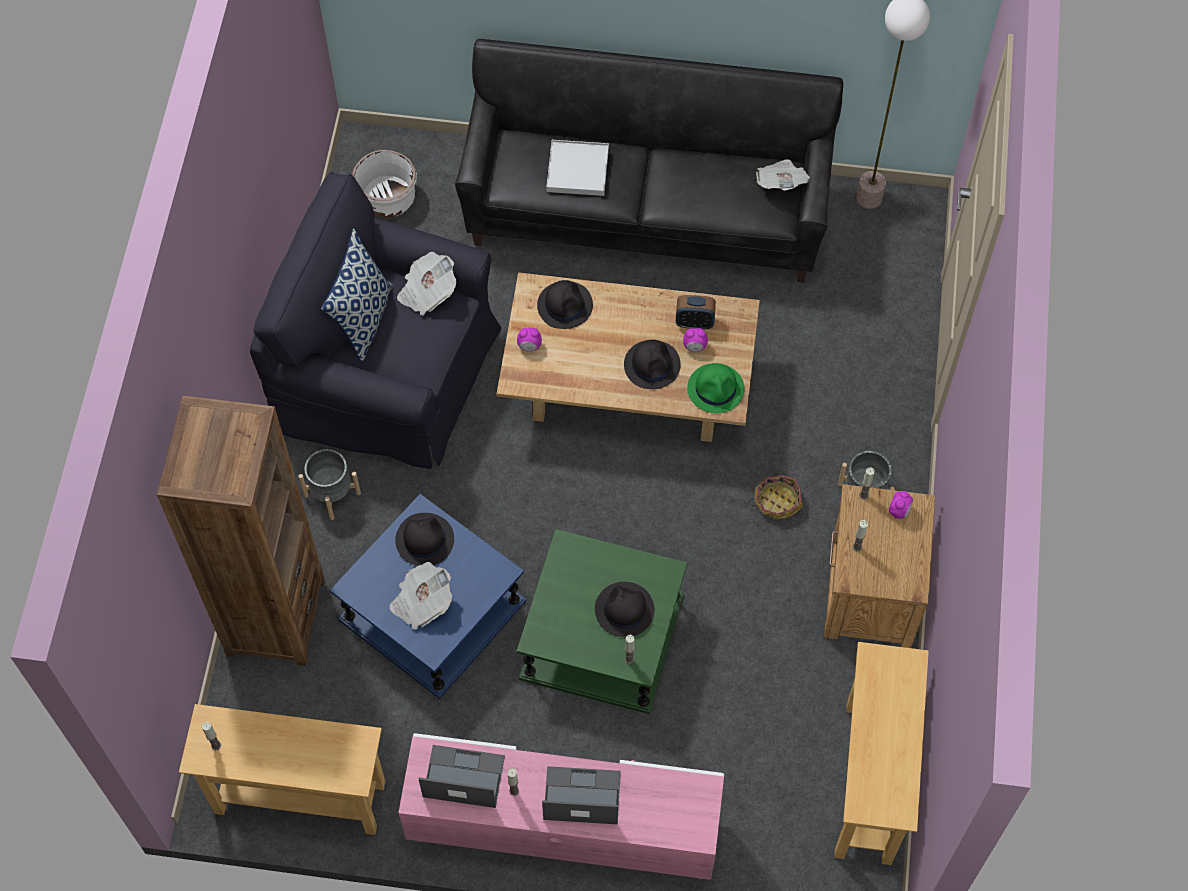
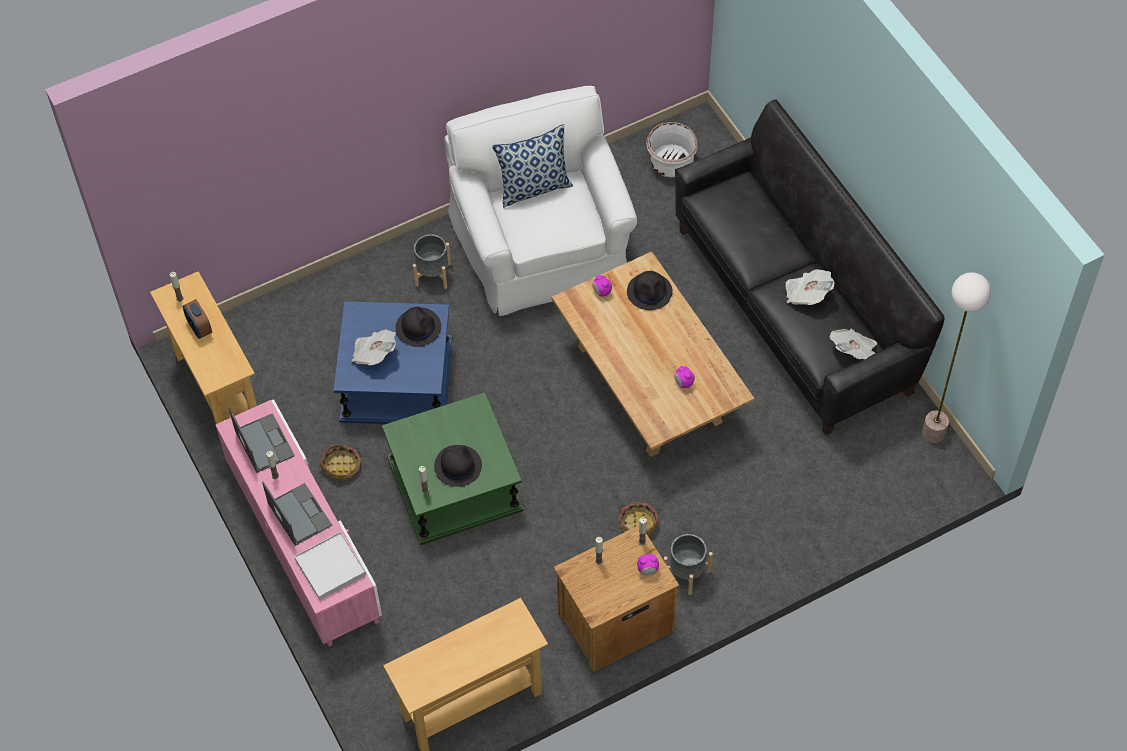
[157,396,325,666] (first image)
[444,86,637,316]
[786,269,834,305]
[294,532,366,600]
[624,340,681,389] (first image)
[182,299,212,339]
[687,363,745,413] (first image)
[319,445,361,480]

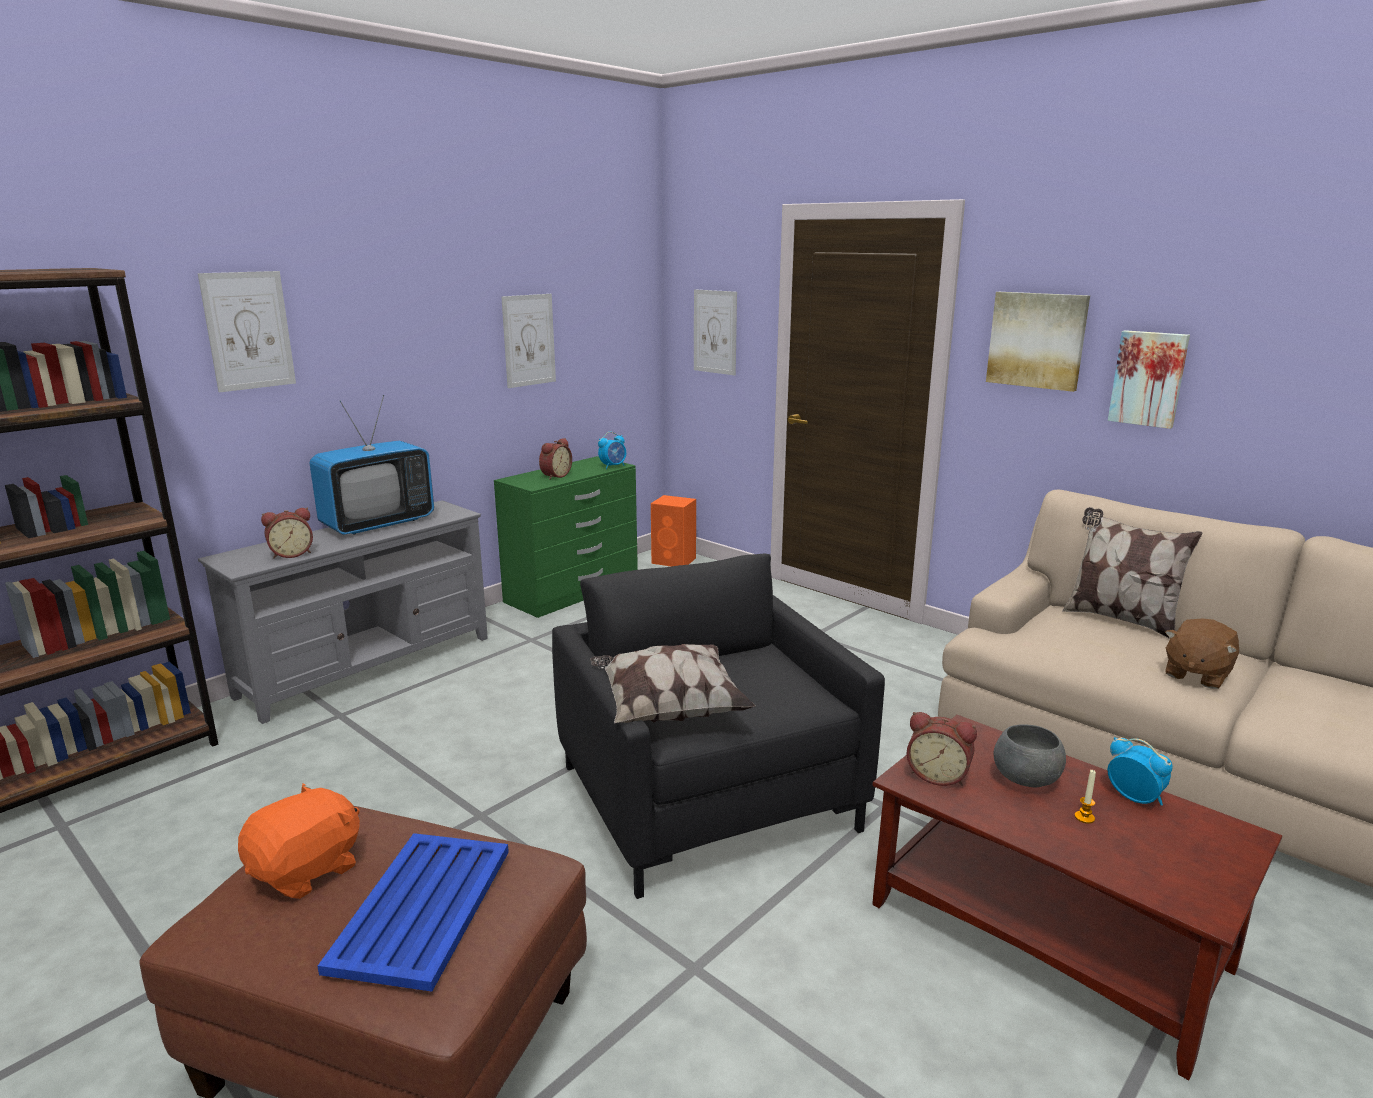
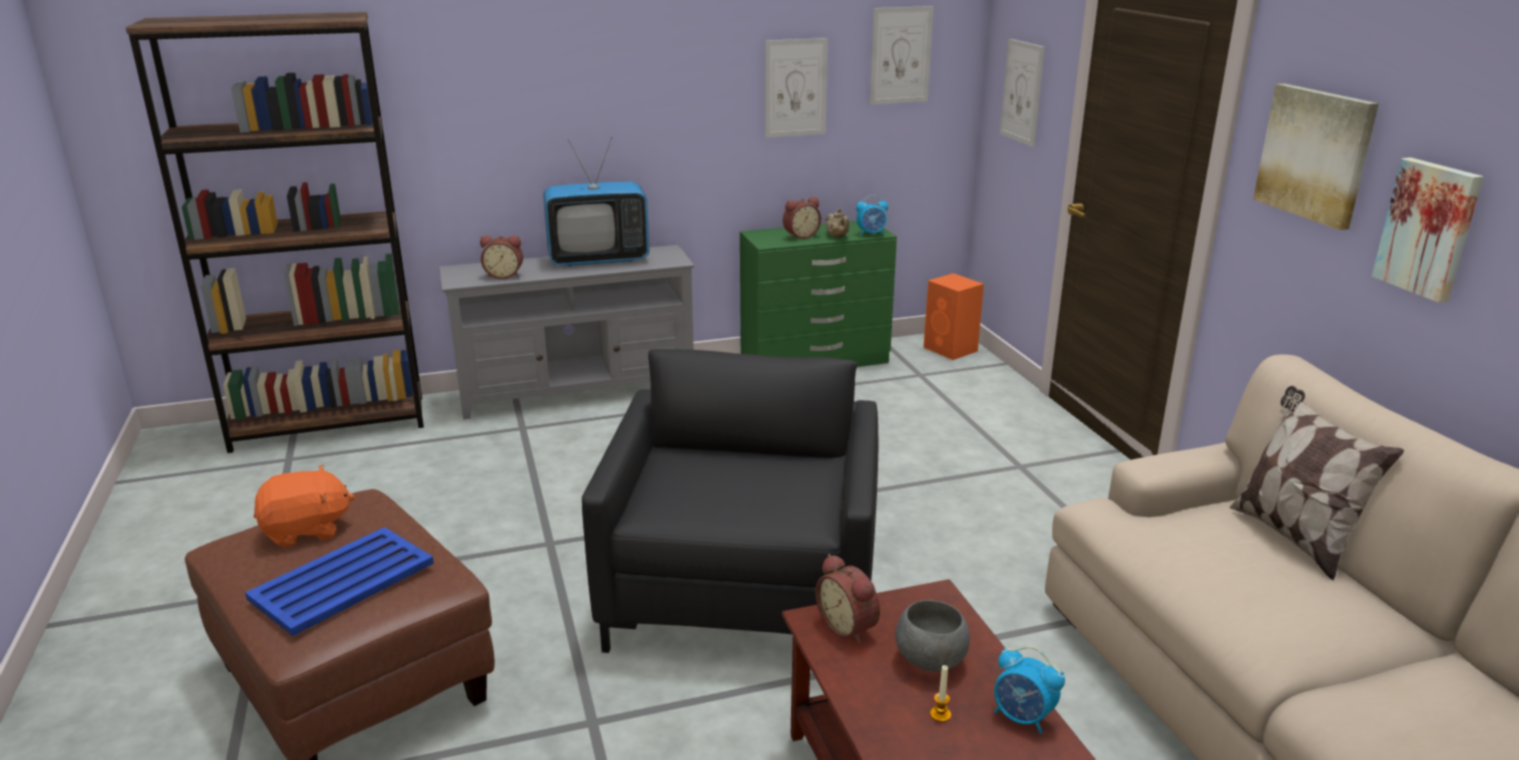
[870,6,934,105]
[590,644,755,723] (first image)
[994,646,1065,734]
[1165,619,1239,689] (first image)
[826,209,849,238]

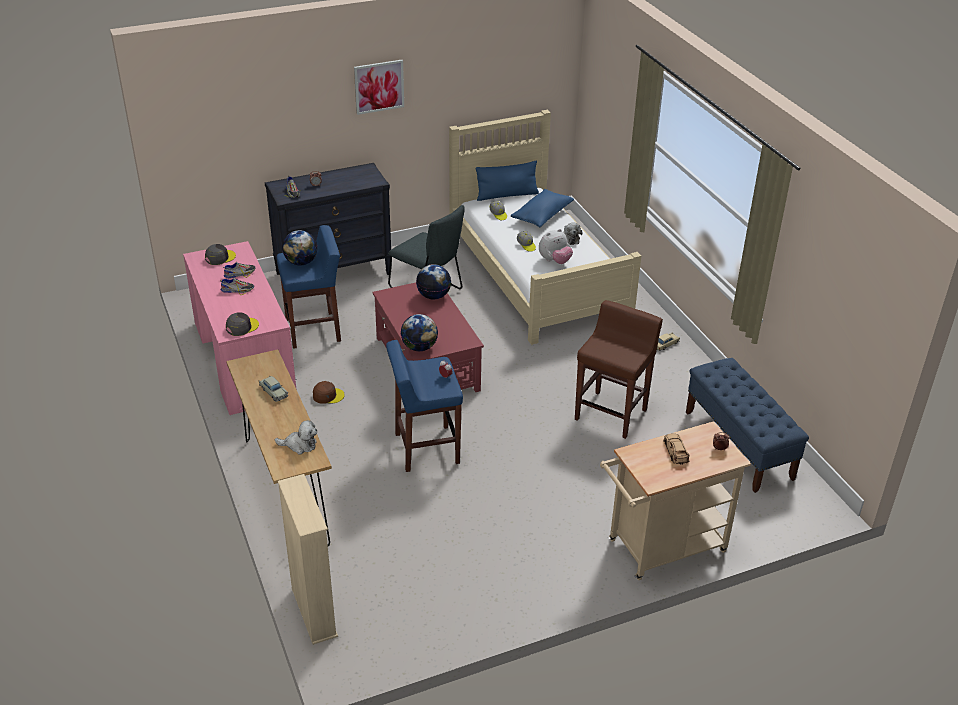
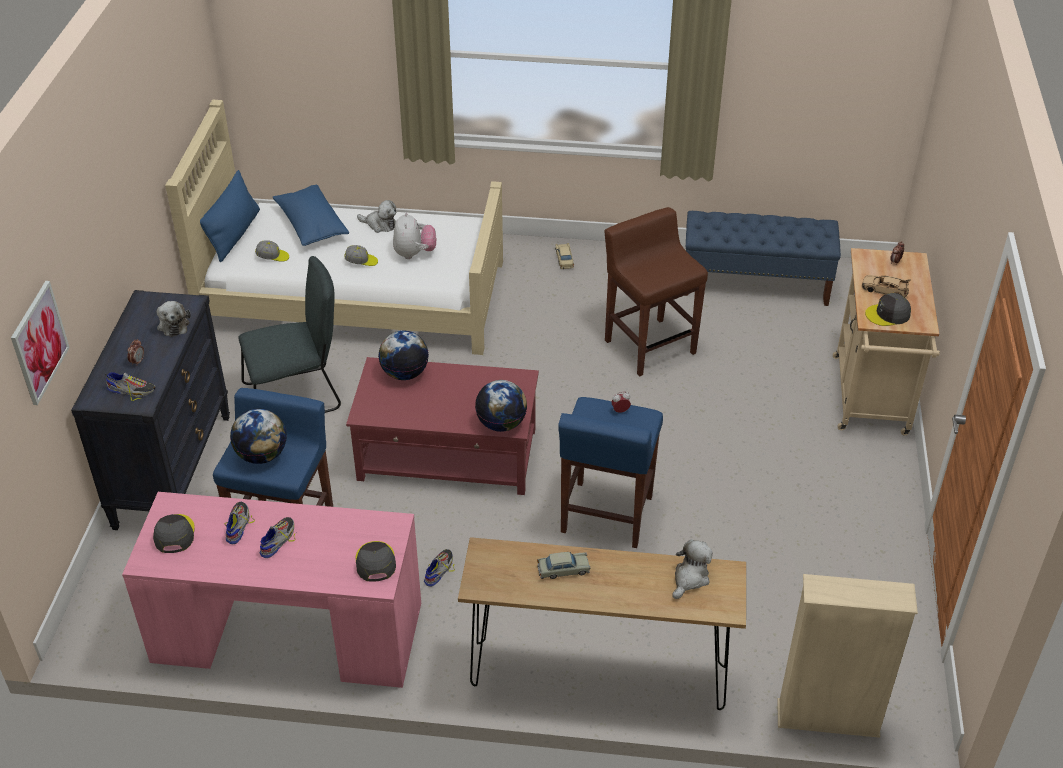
[424,549,455,587]
[11,281,70,405]
[157,301,191,337]
[865,293,911,326]

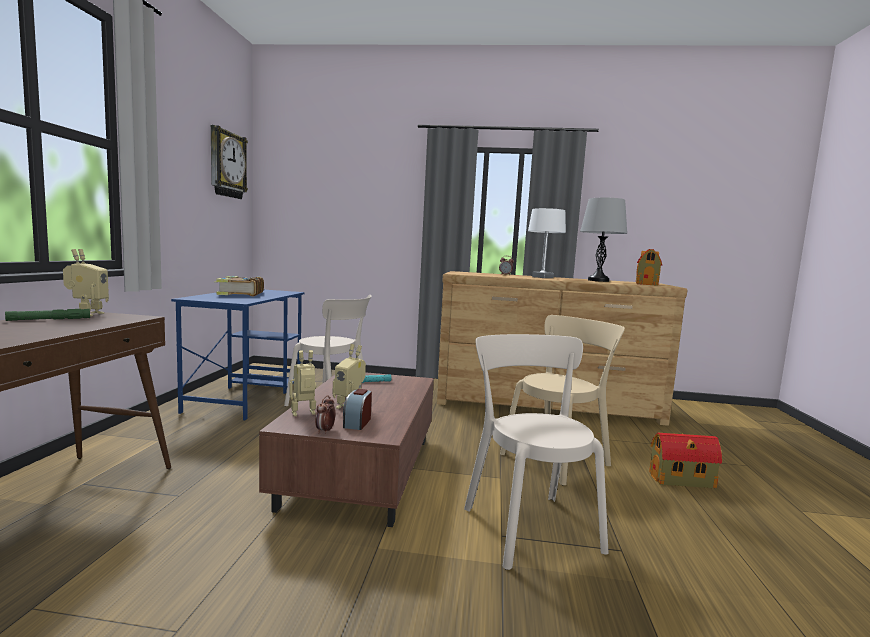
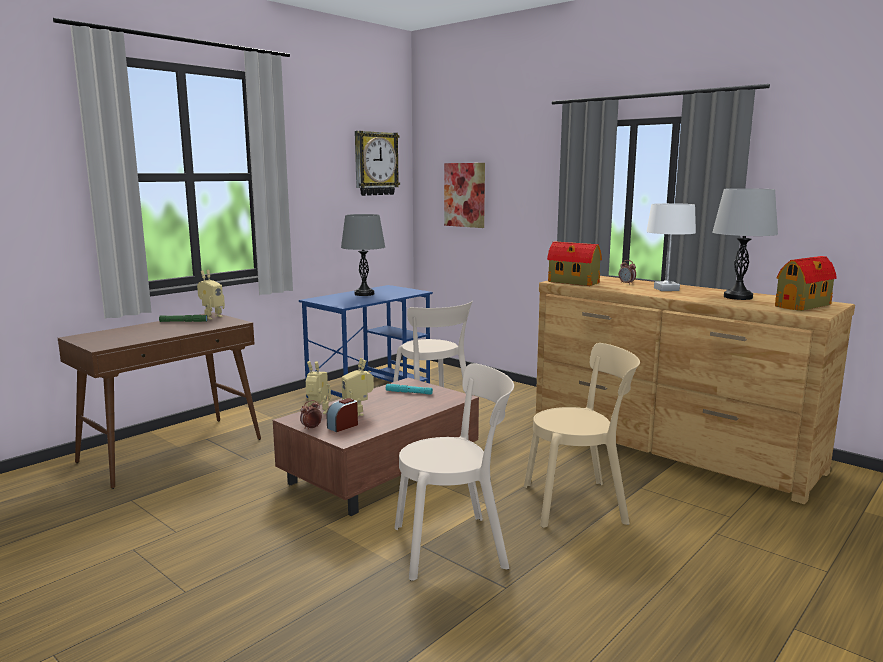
[341,214,385,296]
[395,363,514,581]
[547,242,602,286]
[444,163,485,228]

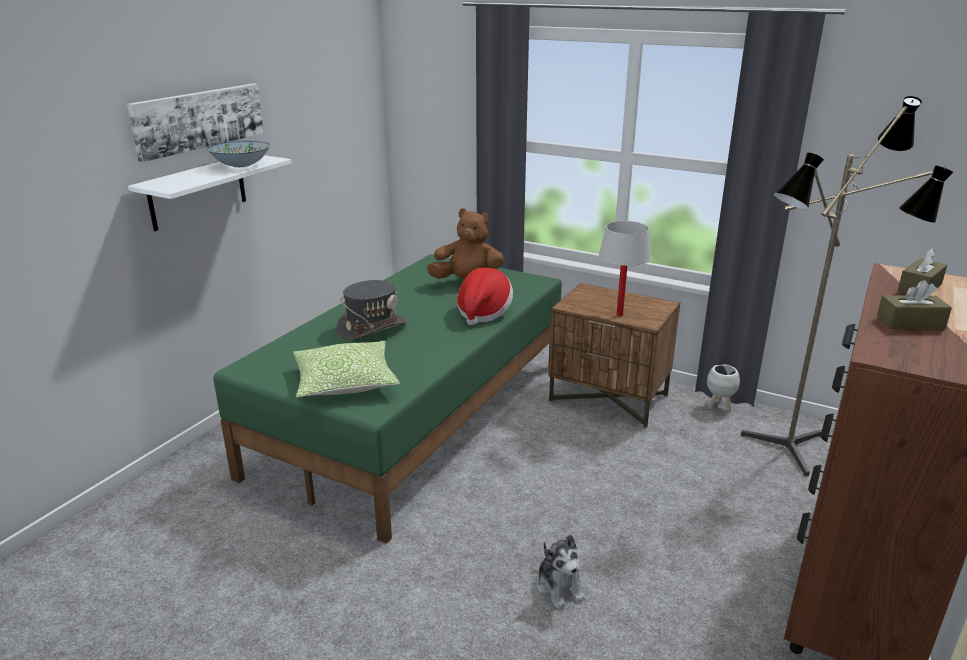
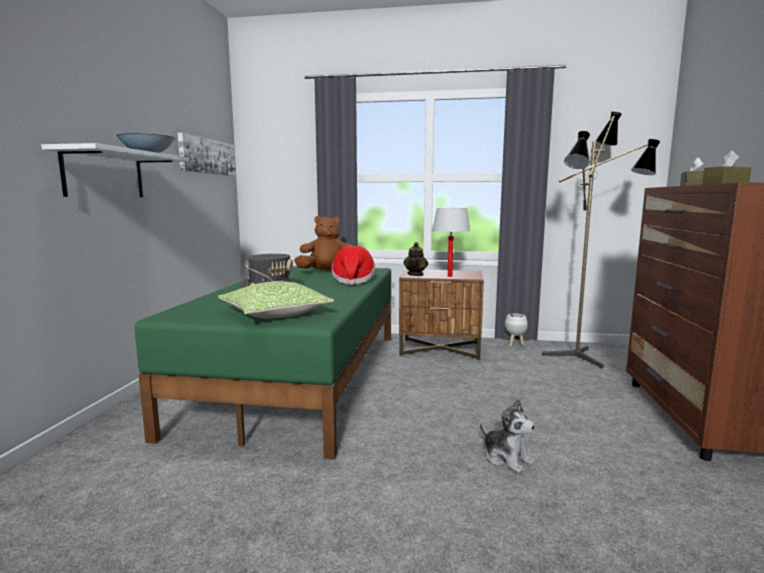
[177,133,236,176]
[403,242,428,276]

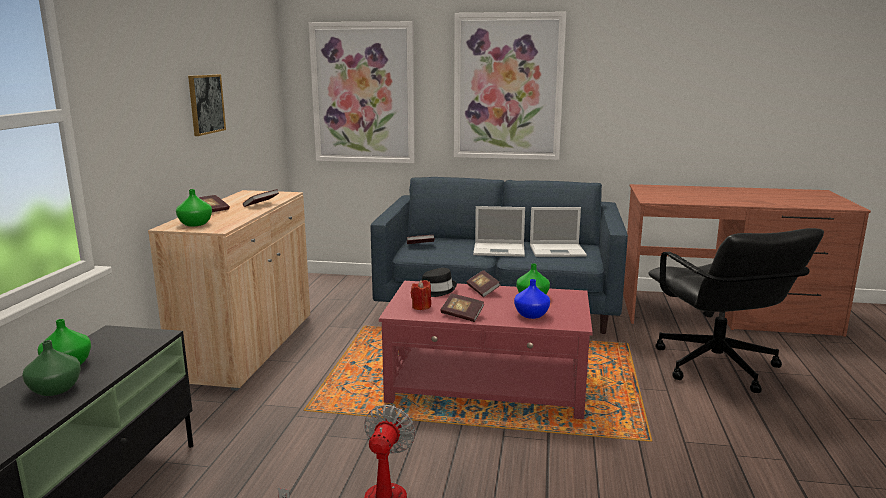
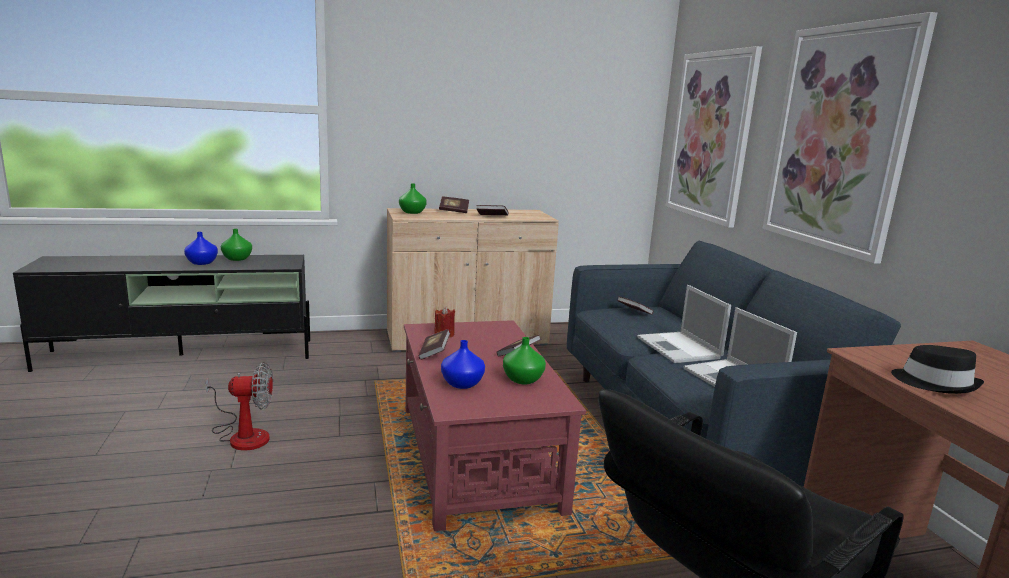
[184,232,218,265]
[188,74,226,136] (first image)
[891,345,984,394]

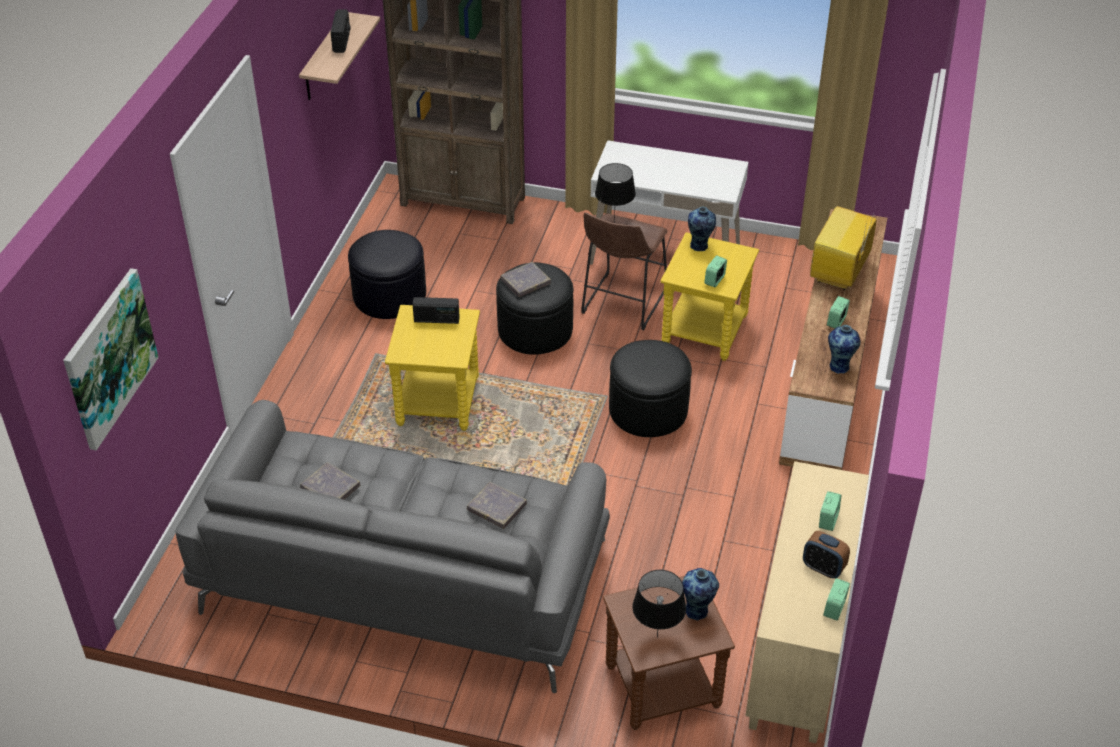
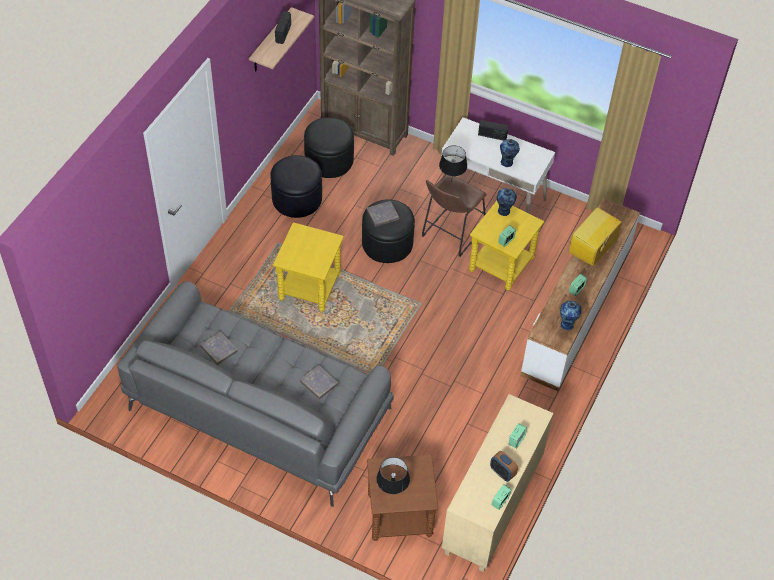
[63,268,159,451] (first image)
[478,120,509,141]
[304,117,354,178]
[500,139,520,167]

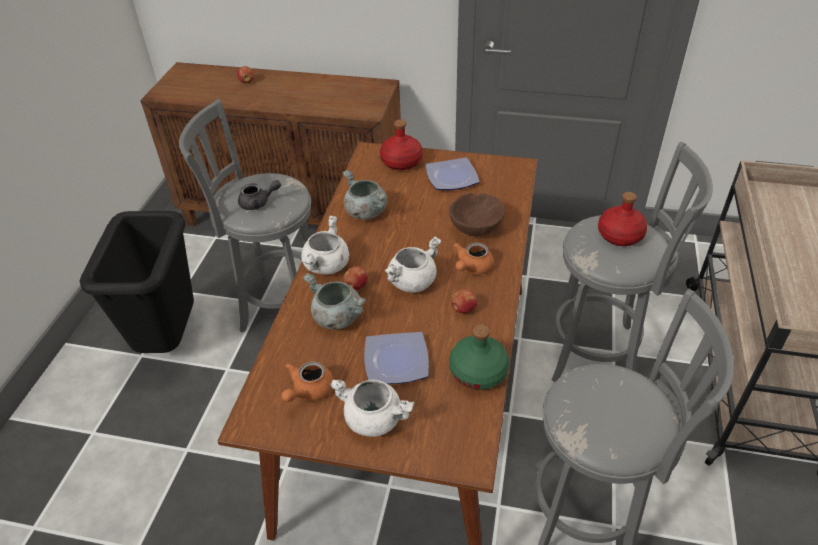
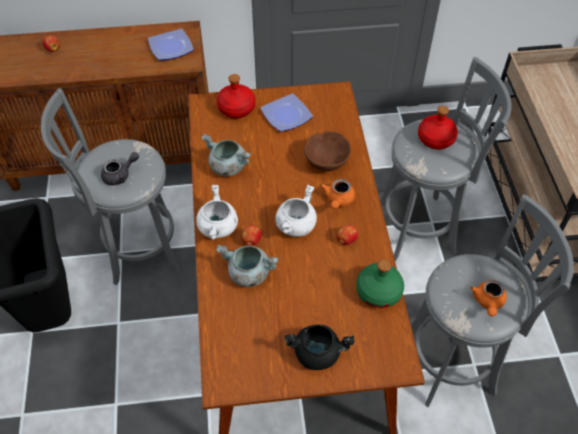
[470,280,507,316]
[285,325,355,370]
[148,28,194,60]

